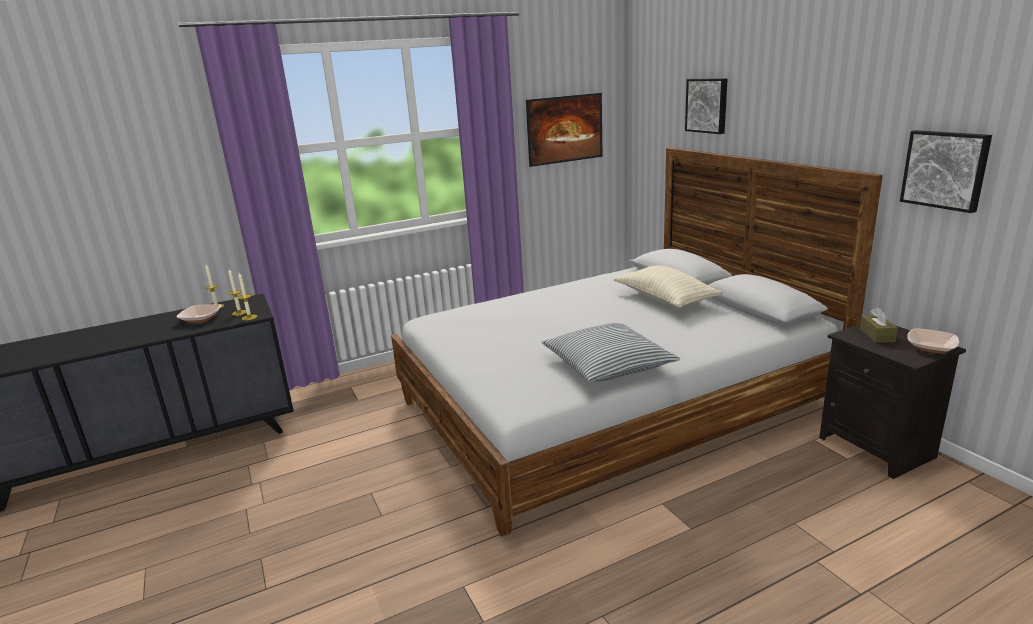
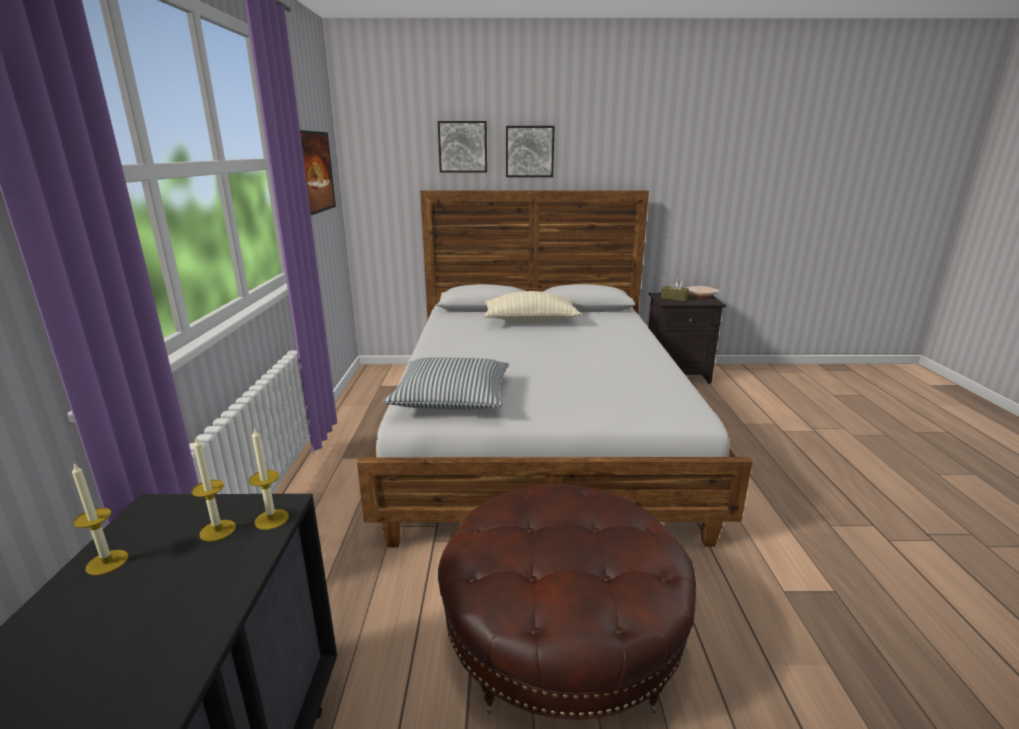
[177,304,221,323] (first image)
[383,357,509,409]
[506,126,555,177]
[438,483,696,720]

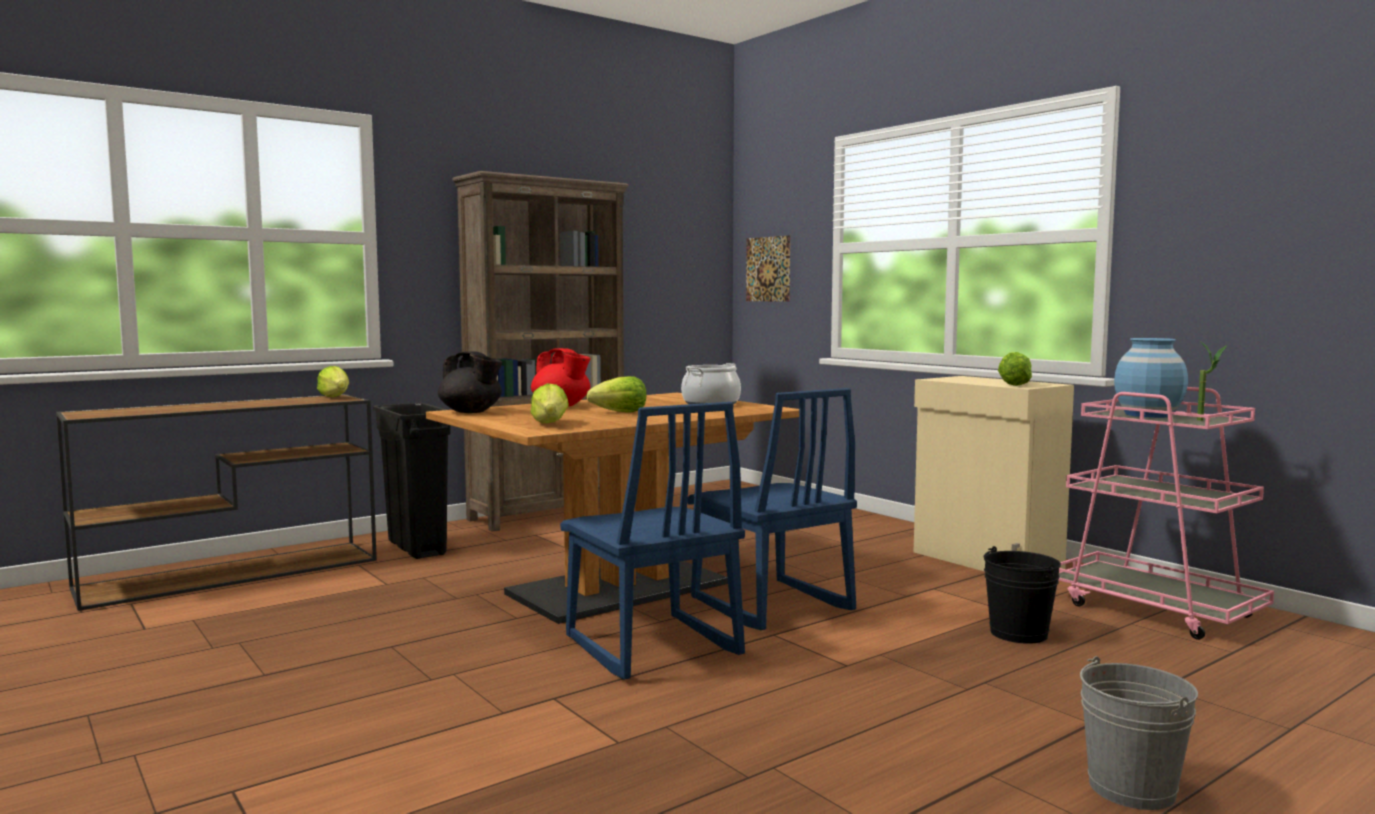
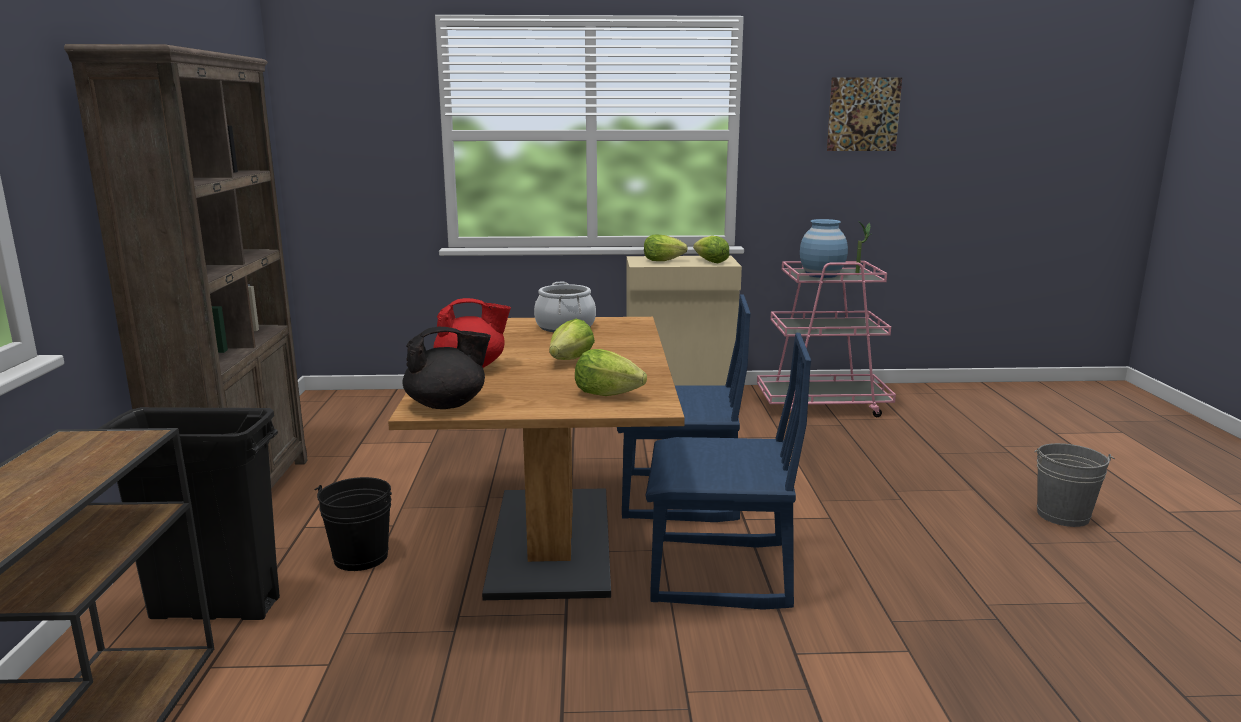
[644,235,688,261]
[827,77,902,151]
[314,477,392,571]

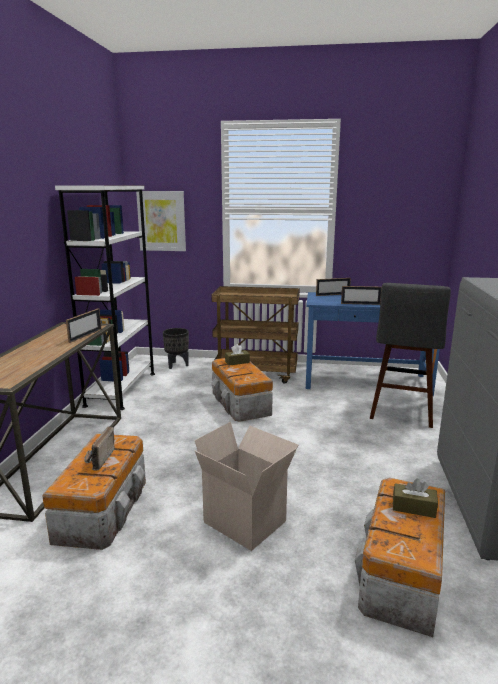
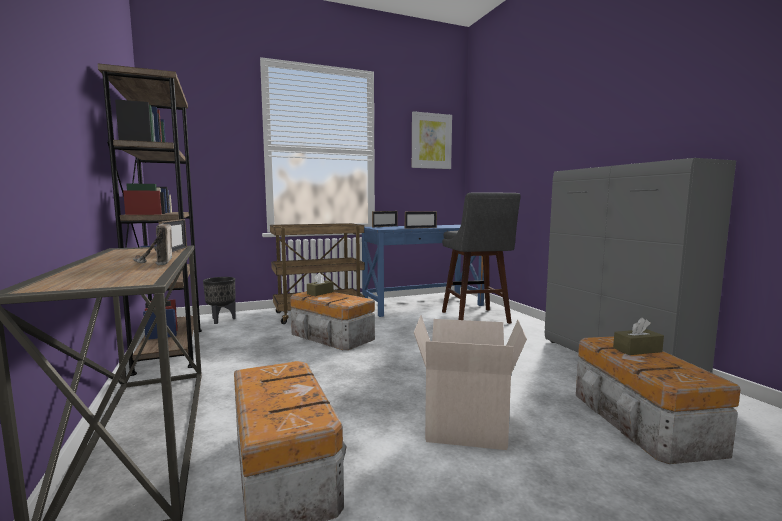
[98,63,202,376]
[133,223,172,265]
[412,111,452,169]

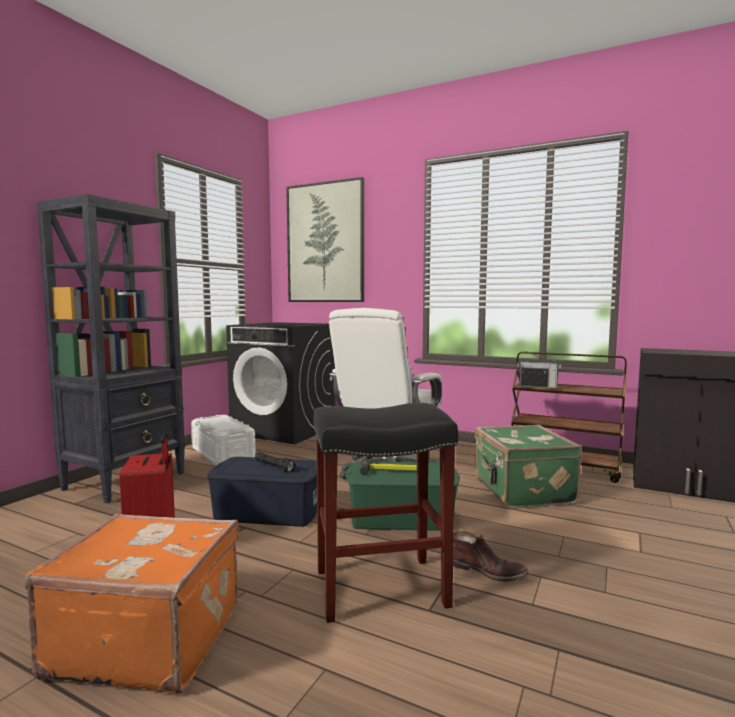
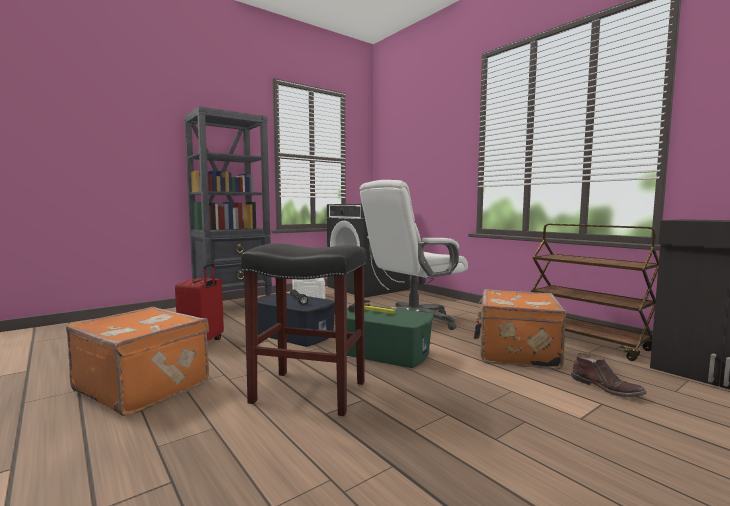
[286,177,364,302] (first image)
[571,353,647,397]
[474,289,566,370]
[517,351,561,389] (first image)

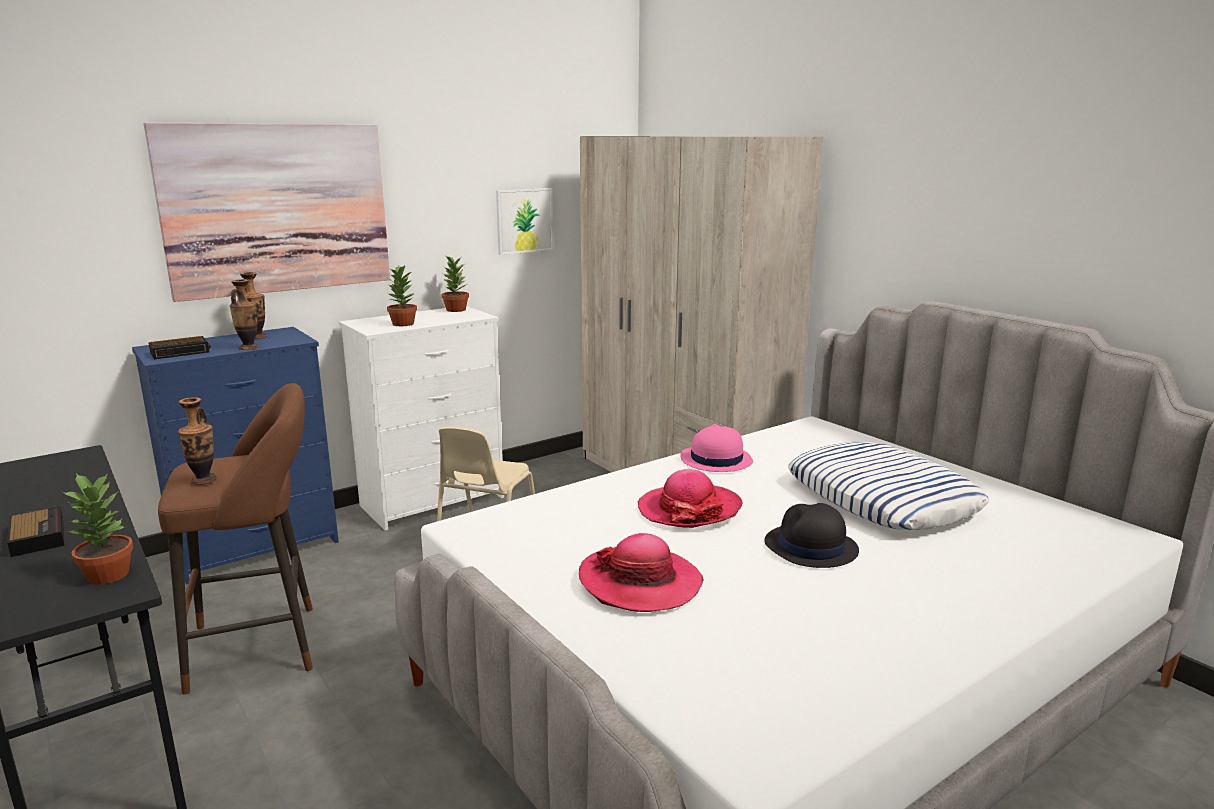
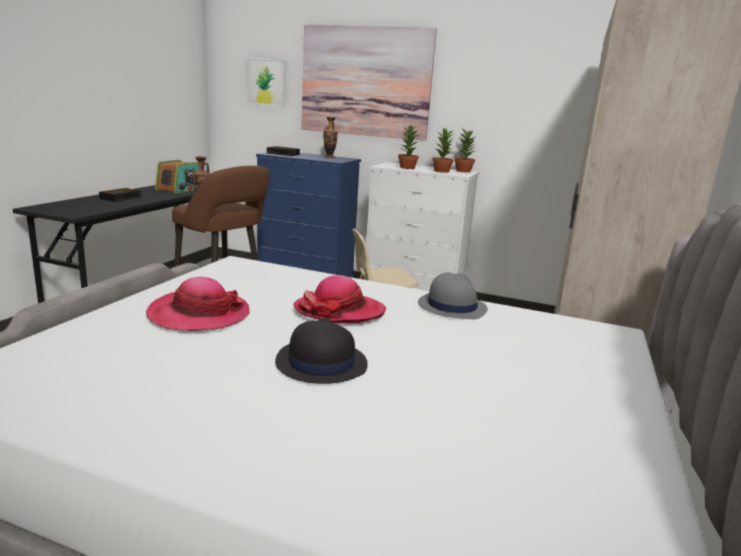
[432,127,454,173]
[229,279,259,350] (first image)
[246,58,286,107]
[418,272,488,319]
[788,442,989,530] (first image)
[155,160,199,194]

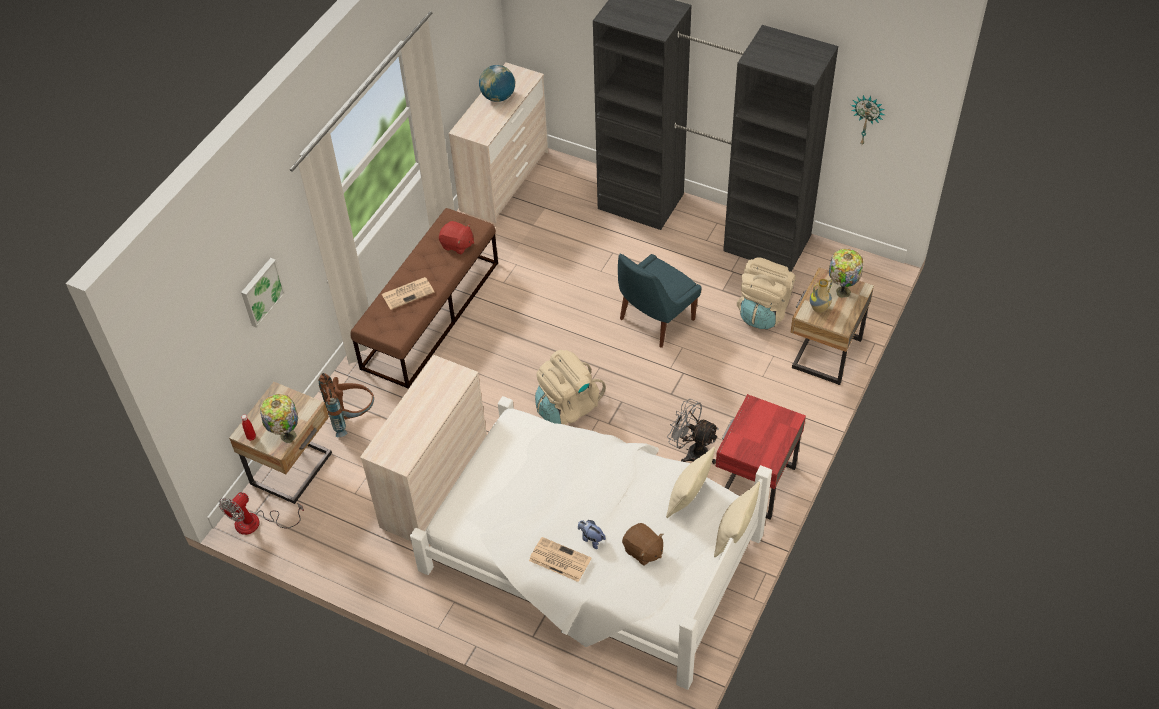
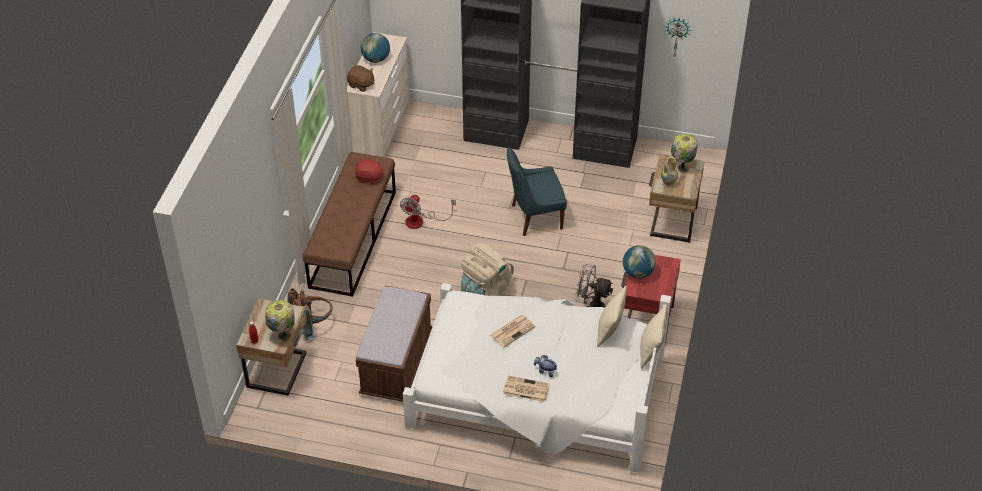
[400,195,456,229]
[241,258,286,328] (first image)
[356,286,432,402]
[490,315,536,347]
[507,147,567,236]
[347,65,374,92]
[737,258,796,329] (first image)
[623,245,656,279]

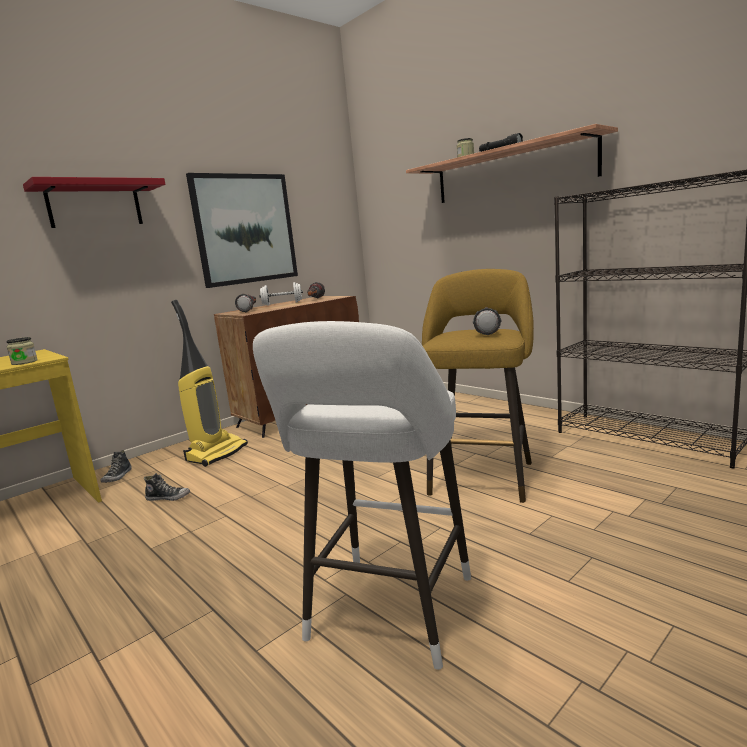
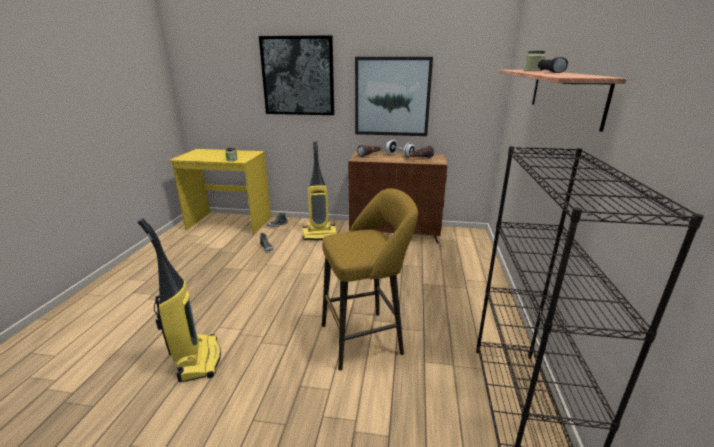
[259,35,334,115]
[137,218,221,382]
[473,307,501,335] (first image)

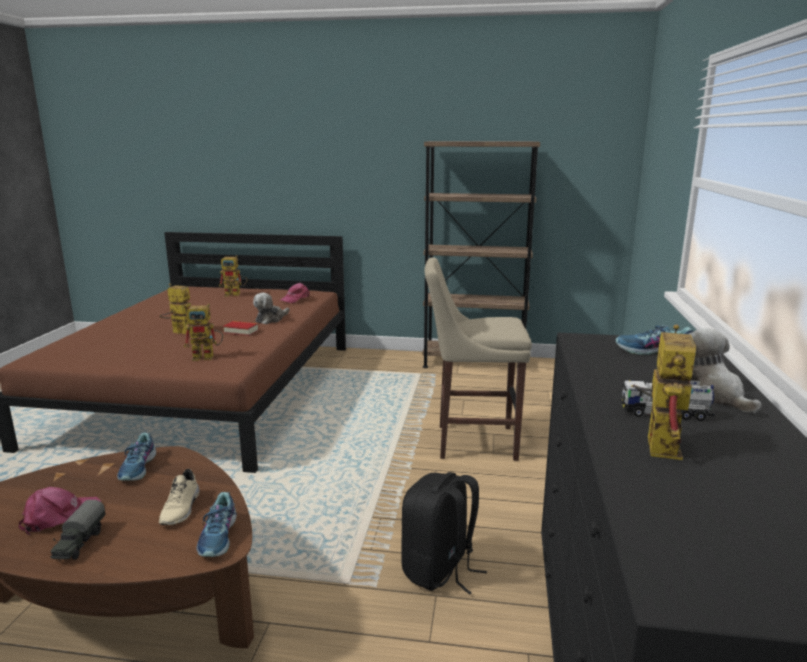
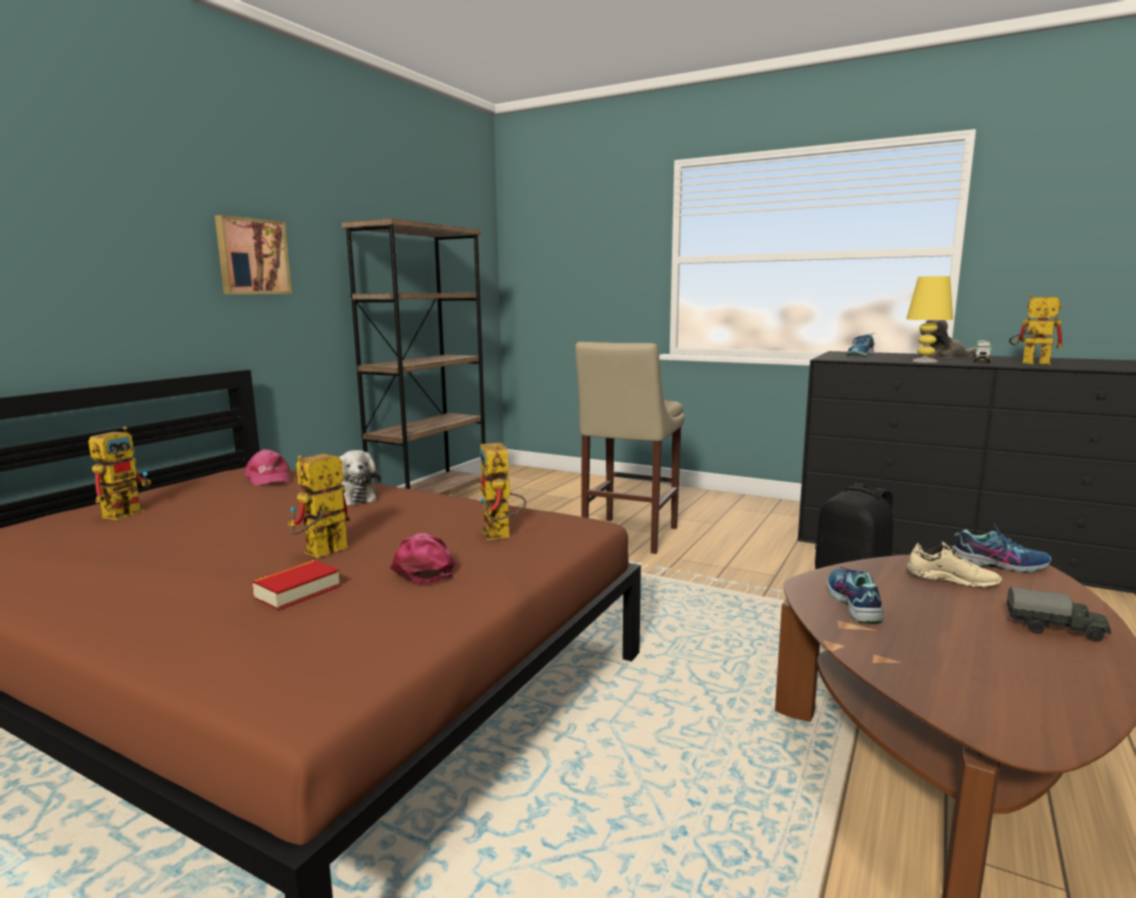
[390,533,456,584]
[827,566,884,624]
[479,443,526,541]
[251,560,341,610]
[215,215,292,294]
[906,276,953,363]

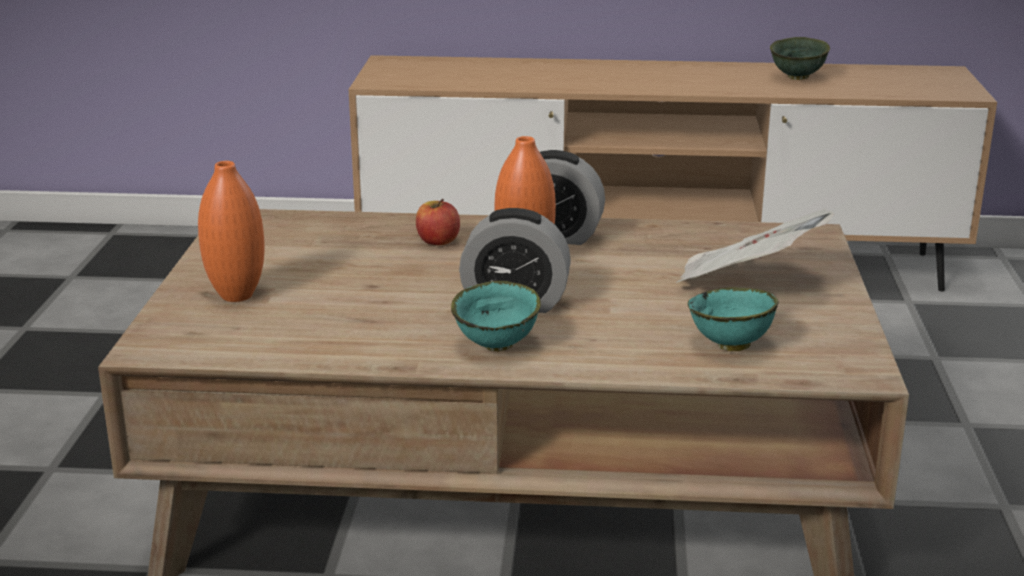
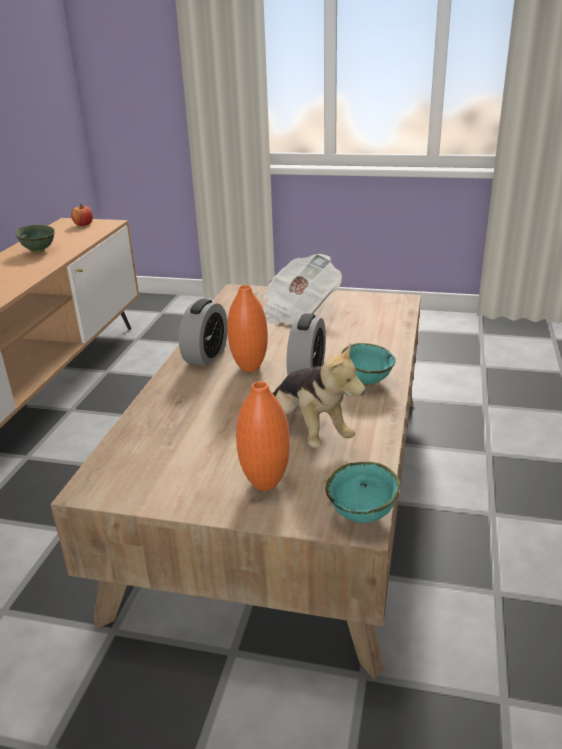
[71,204,93,226]
[325,462,400,523]
[272,343,366,448]

